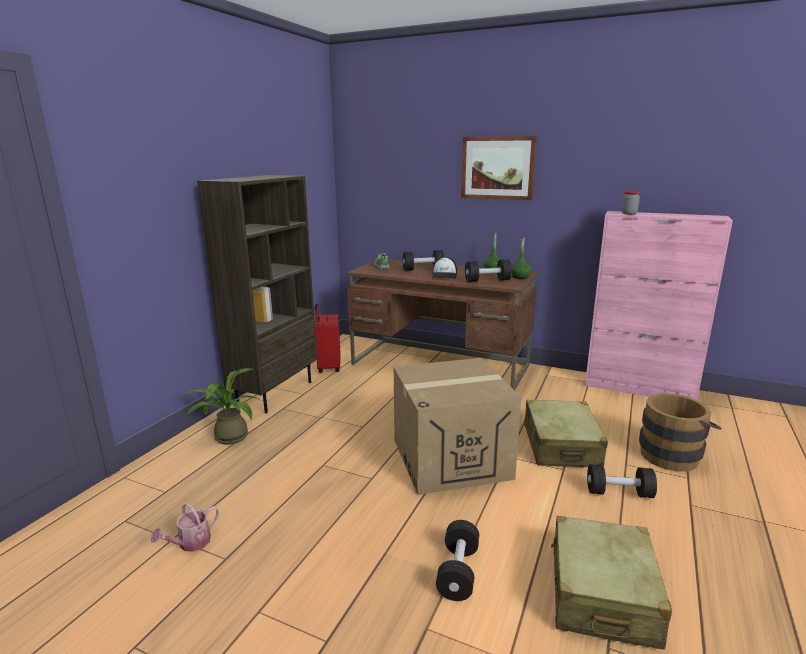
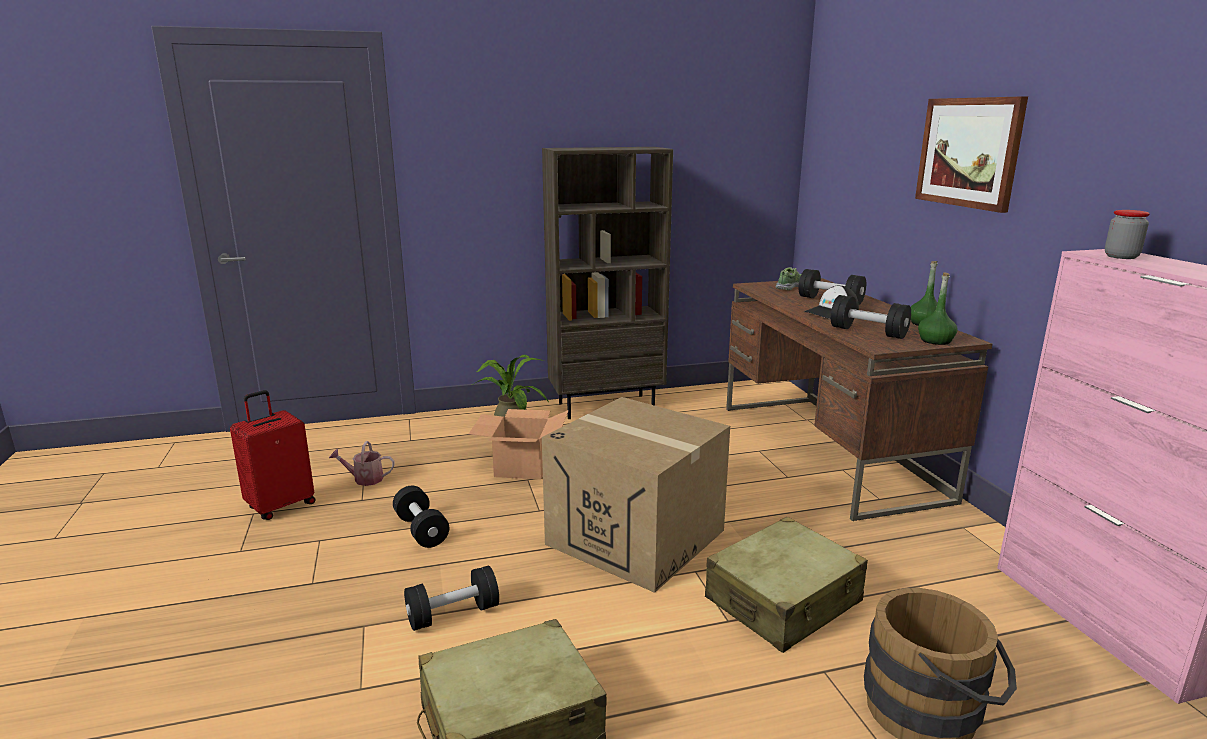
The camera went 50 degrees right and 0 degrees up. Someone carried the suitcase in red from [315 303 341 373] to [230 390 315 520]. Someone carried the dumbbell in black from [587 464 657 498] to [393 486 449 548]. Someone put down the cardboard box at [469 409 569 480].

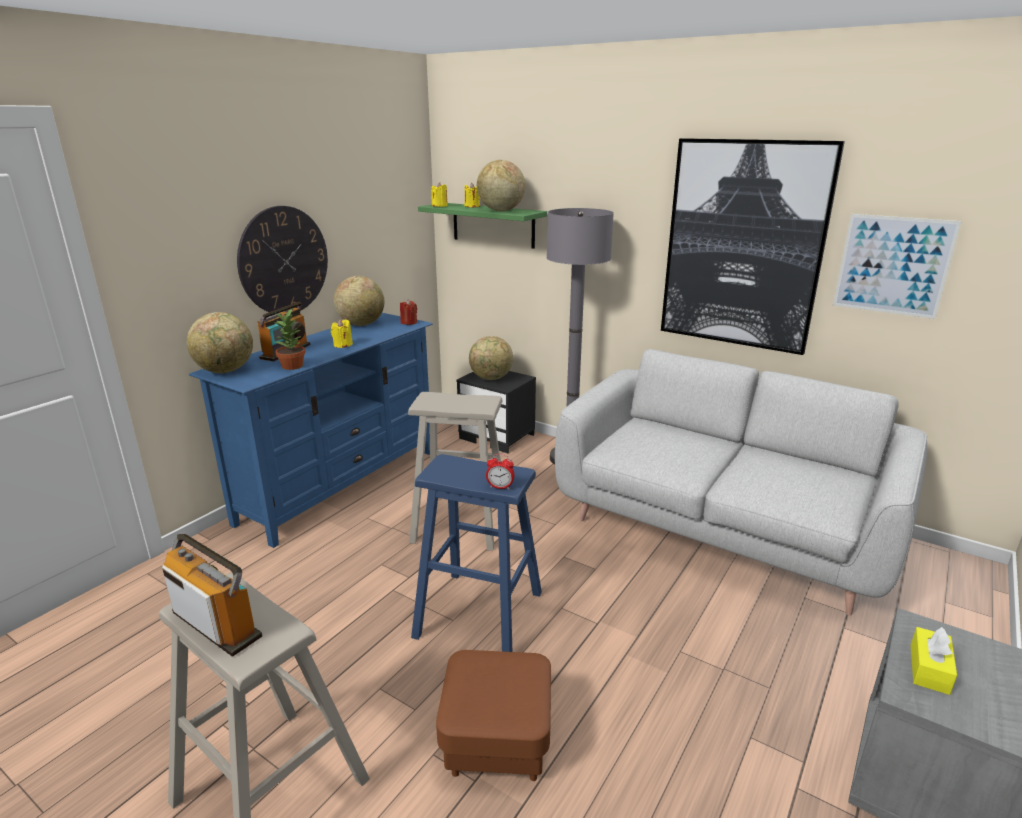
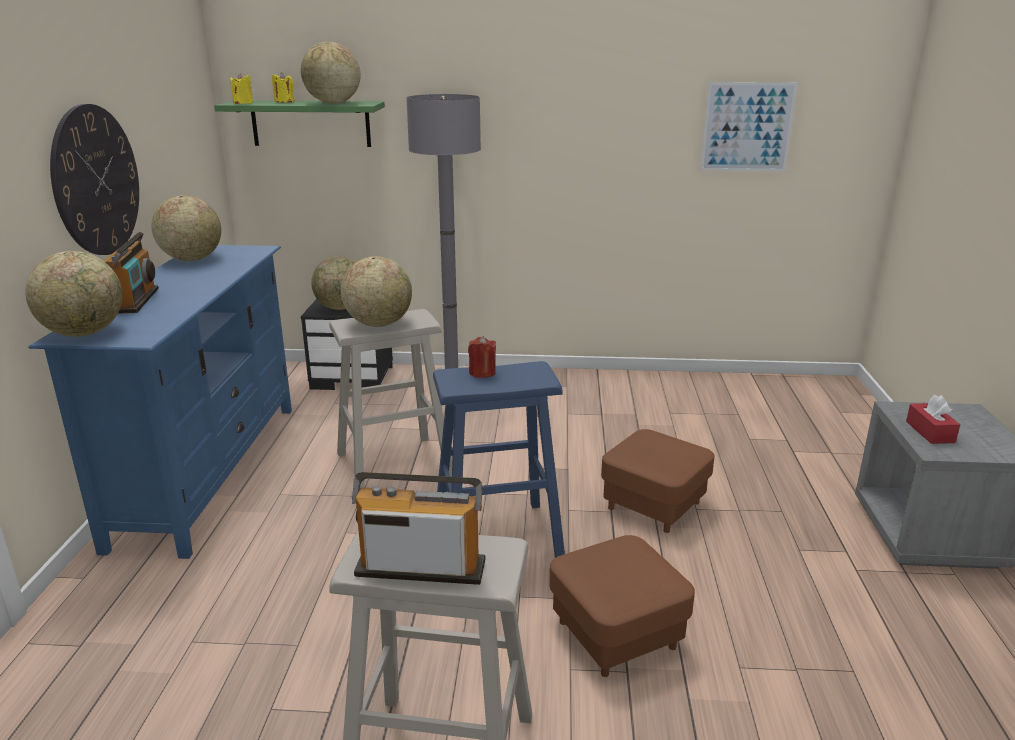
The camera went 30 degrees left and 0 degrees up. Someone took away the potted plant at [274 309 306 370]. Someone took away the candle in yellow at [331 319 353 348]. Someone carried the candle in red from [400 300 417 325] to [468 336 496 378]. Someone took away the alarm clock at [486 454 515 490]. Someone took away the sofa in grey at [555 349 927 615]. Someone took away the picture at [661 138 845 355]. Someone repainted the tissue box in yellow at [911 627 957 695], which became the tissue box in red at [906 395 960 444]. Someone put down the globe at [341 256 412 327]. Someone put down the ottoman in brown at [601 429 715 533].

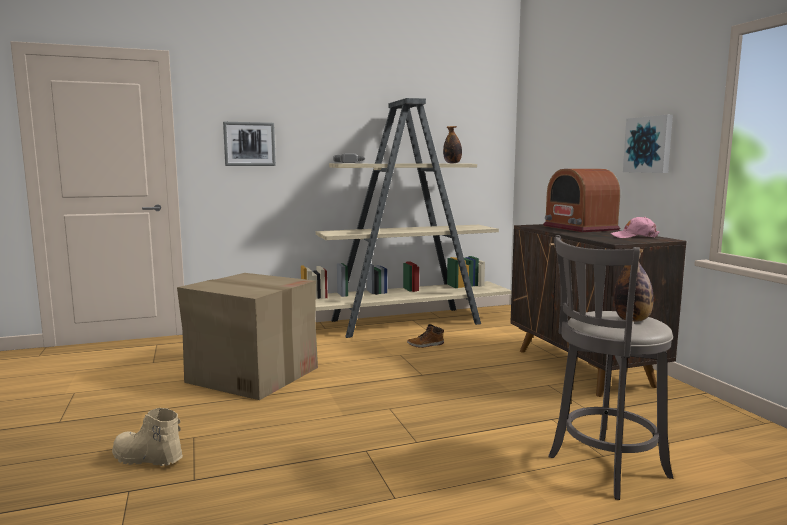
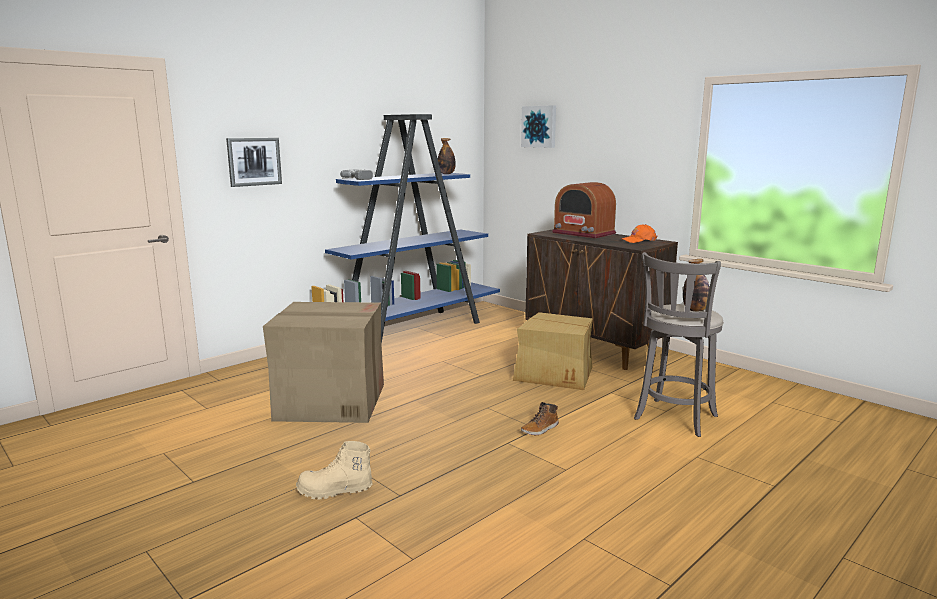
The camera went 25 degrees left and 5 degrees up. Someone repainted the bookcase in beige at [301 98 512 338], which became the bookcase in blue at [311 114 500 344]. Someone carried the boot from [407 324 444 348] to [521 402 559 435]. Someone repainted the cap in pink at [610 217 660 238], which became the cap in orange at [621 224 658 243]. Someone carried the picture from [623 115 673 173] to [521 105 556 148]. Someone put down the cardboard box at [513 312 593 390].

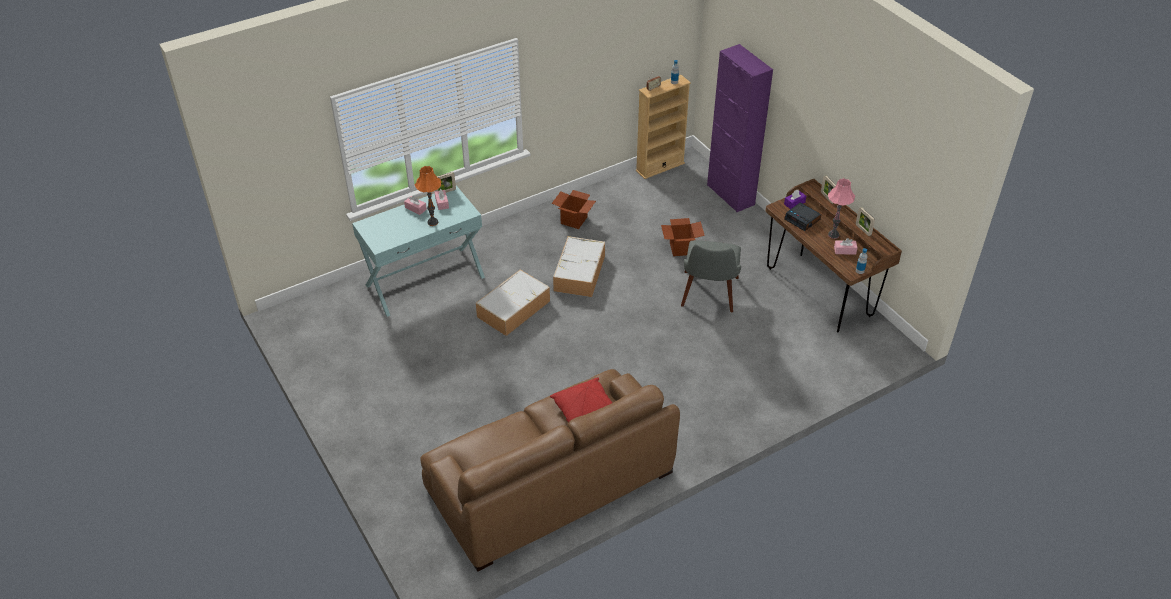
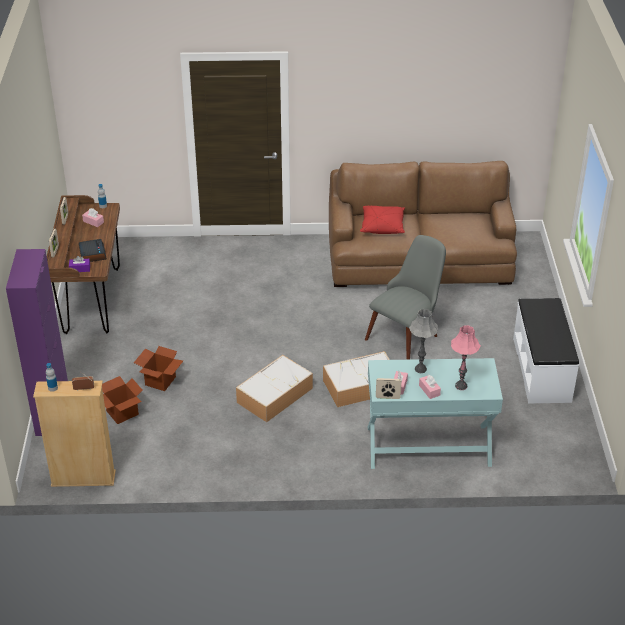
The camera went 150 degrees left and 5 degrees down. Someone repainted the table lamp in orange at [415 166 441 226], which became the table lamp in grey at [409 309 438 373]. Someone carried the cardboard box from [552 190 596 229] to [102 376 143 424]. Someone carried the chair in grey from [681 240 741 312] to [365 235 446 360]. Someone carried the table lamp in pink from [828 178 855 239] to [451 325 481 390]. Someone put down the bench in white at [513 298 579 403].

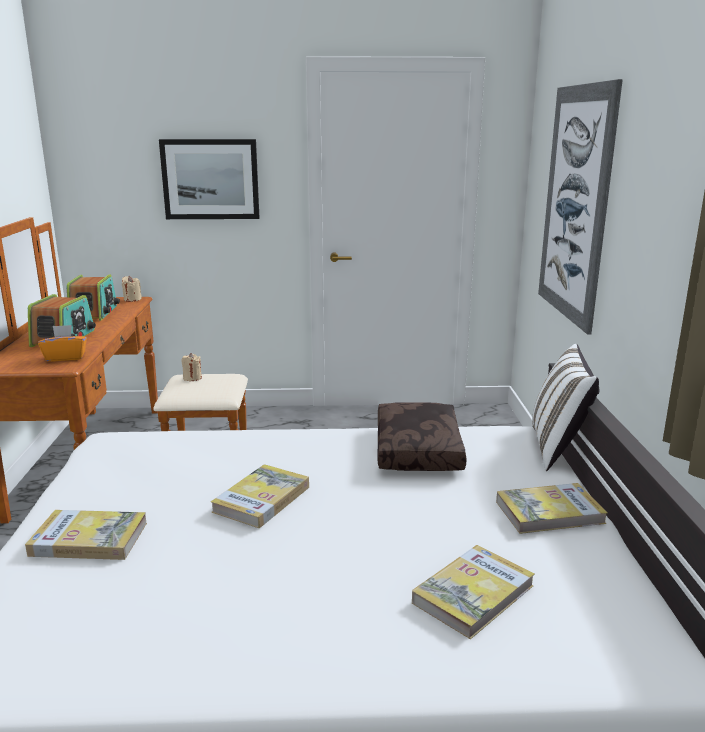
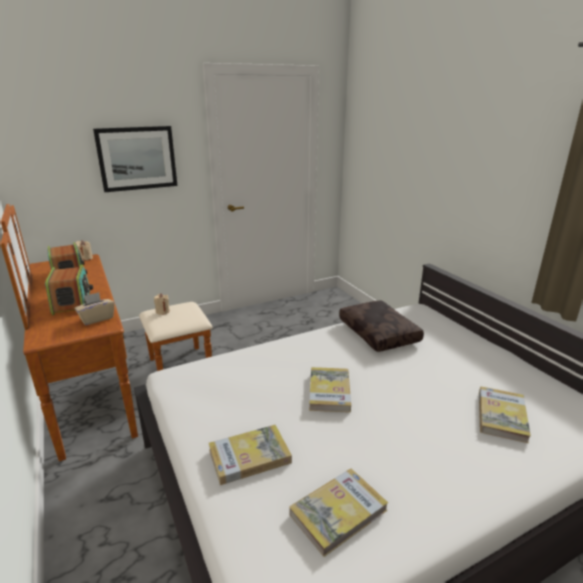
The camera went 25 degrees left and 5 degrees up. Someone repainted the tissue box in orange at [38 325 87 362], which became the tissue box in beige at [75 292 115 325]. Someone carried the book from [496 483 608 534] to [289 468 388 557]. Someone took away the pillow in white at [532 344 600 471]. Someone took away the picture at [538 79 623 334].

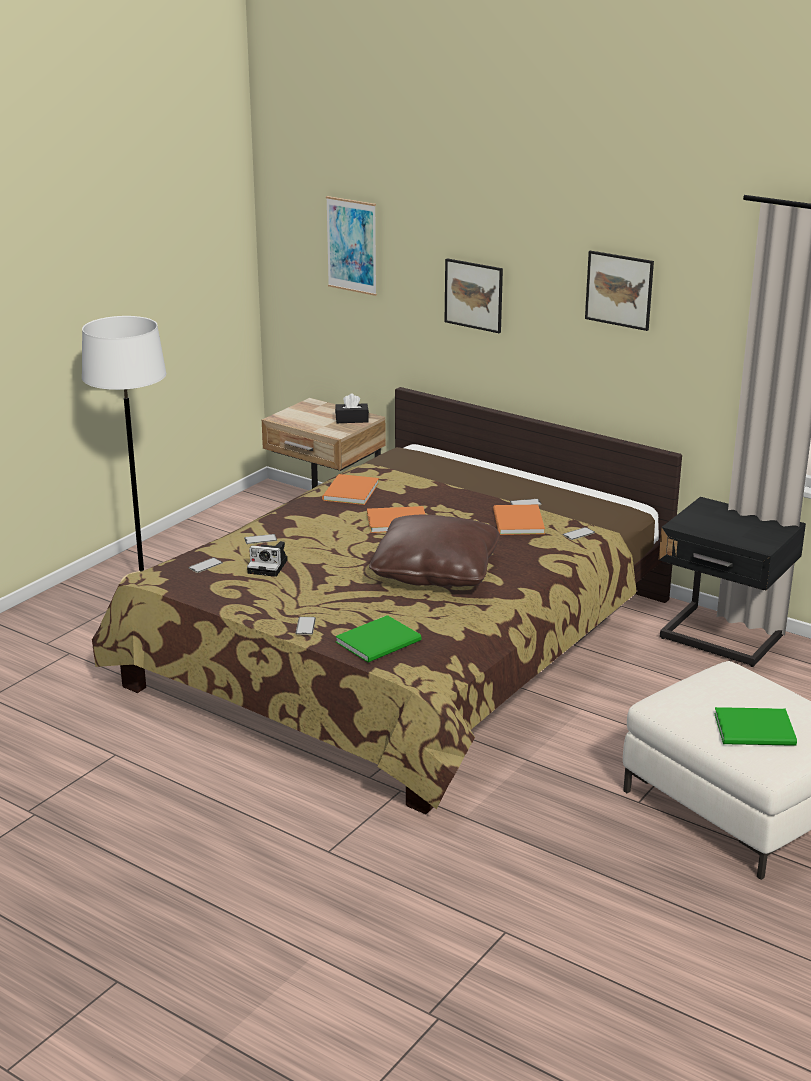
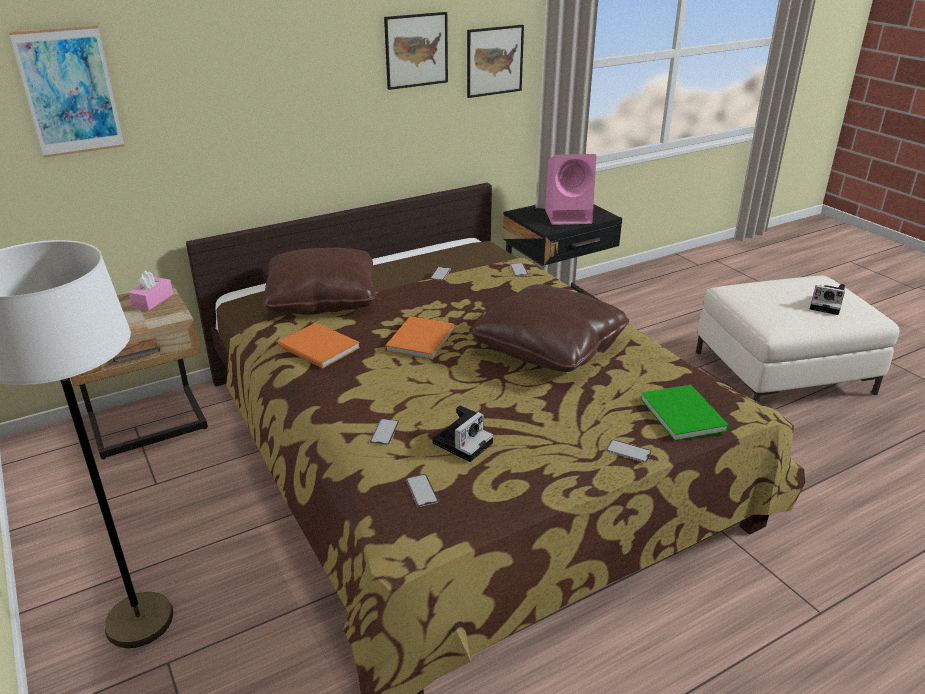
The camera went 65 degrees left and 5 degrees up. Someone repainted the tissue box in black at [335 394 369 423], which became the tissue box in pink at [129 271 173 311]. Someone carried the picture from [445 258 503 333] to [467 25 524 98]. Someone took away the book in orange at [493 505 545 535]. Someone swapped the book in green at [714 707 797 746] for the photo camera at [810 284 845 315]. Someone put down the pillow in brown at [262 248 376 315]. Someone put down the speaker in pink at [545 154 596 225].

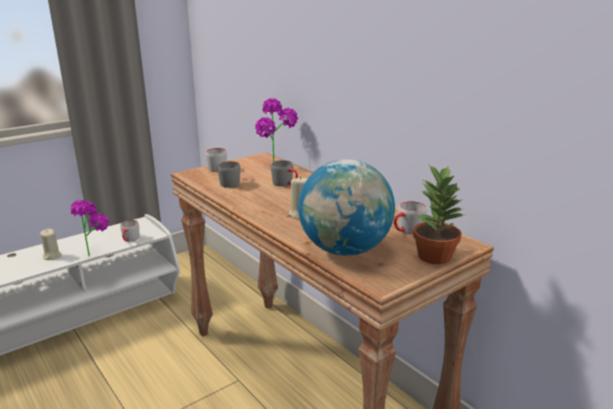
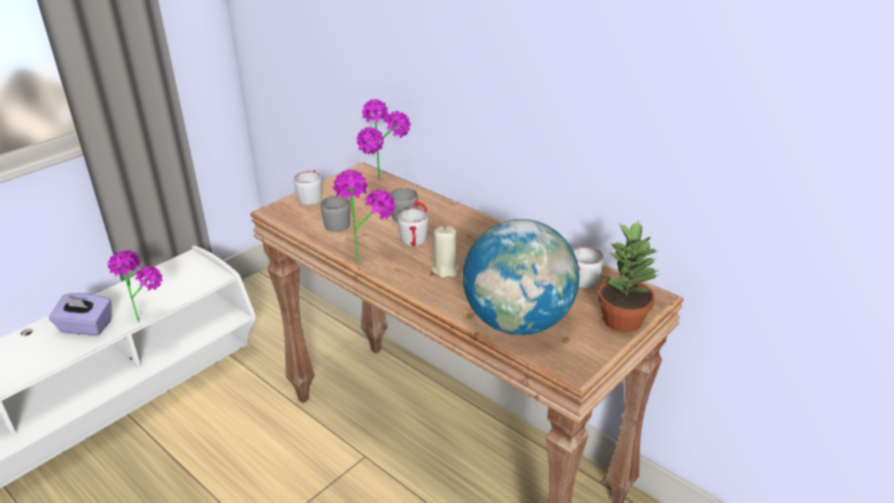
The camera went 10 degrees left and 10 degrees up. Someone swapped the candle in beige at [40 229 61 260] for the tissue box in purple at [49 293 112 336]. Someone carried the mug in grey from [120 220 139 242] to [398 208 429 247]. Someone put down the potted plant at [333 170 395 262].

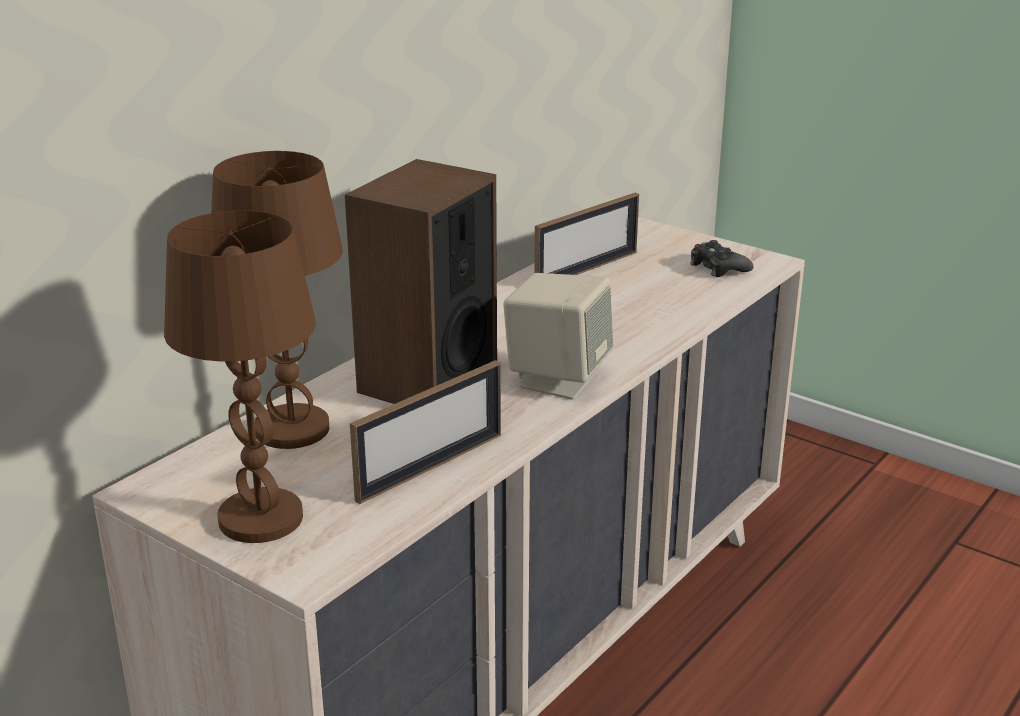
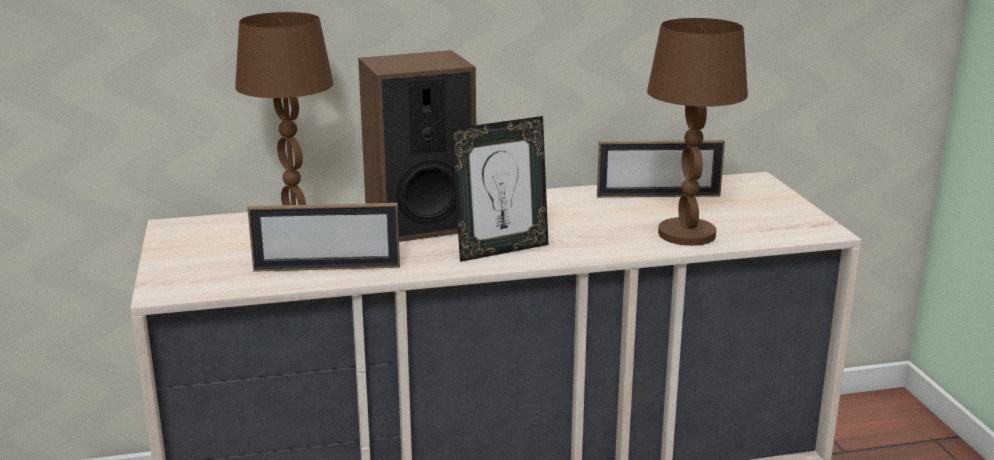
The camera went 40 degrees right and 5 degrees down. Someone carried the table lamp in brown from [164 210 316 543] to [647 18 748 246]. Someone swapped the speaker in beige at [503 273 613 400] for the picture frame at [451 116 548 262]. Someone took away the game controller in black at [690 240 753 277].

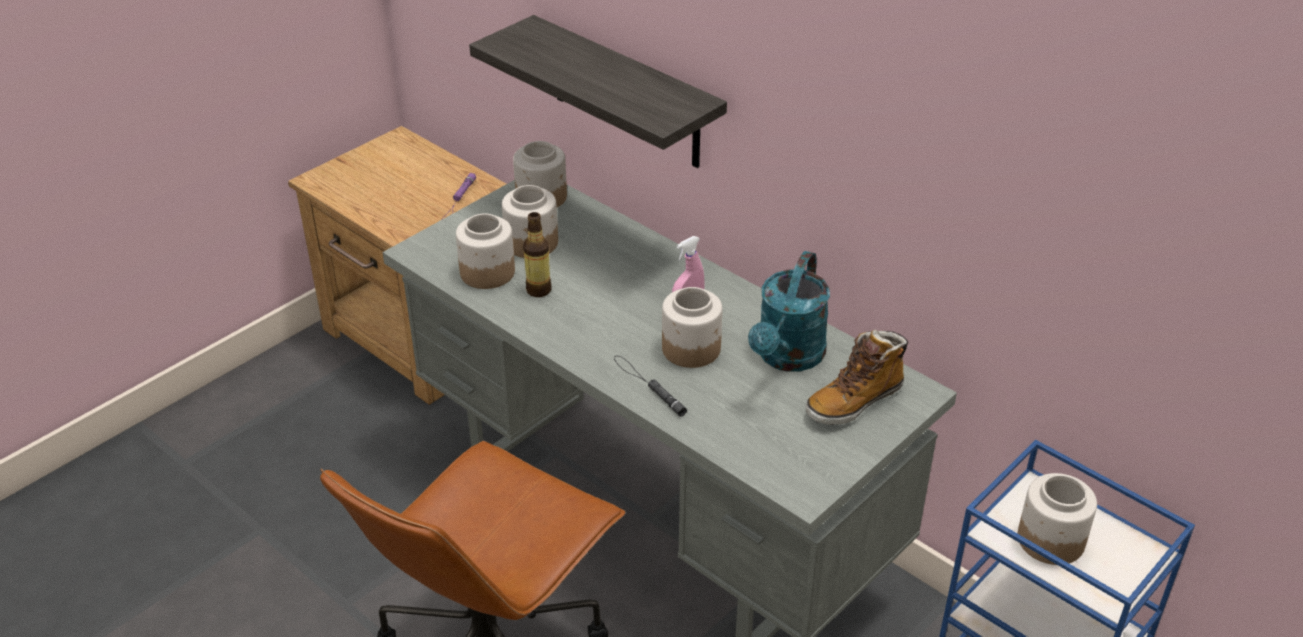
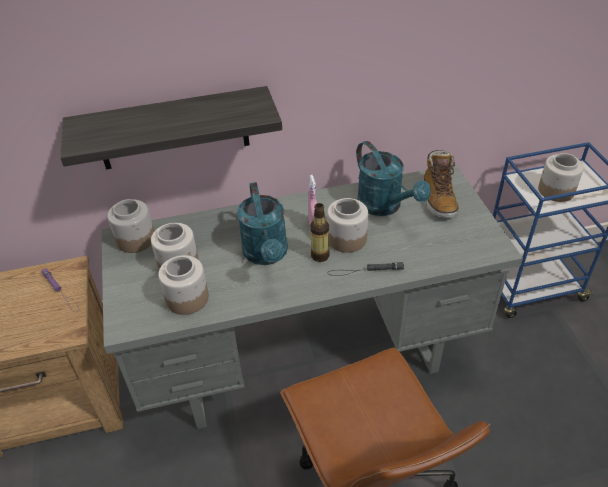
The camera went 55 degrees left and 5 degrees up. Someone carried the bottle from [523 212 552 297] to [310 203 330 262]. Someone put down the watering can in turquoise at [237 182 288 265].

